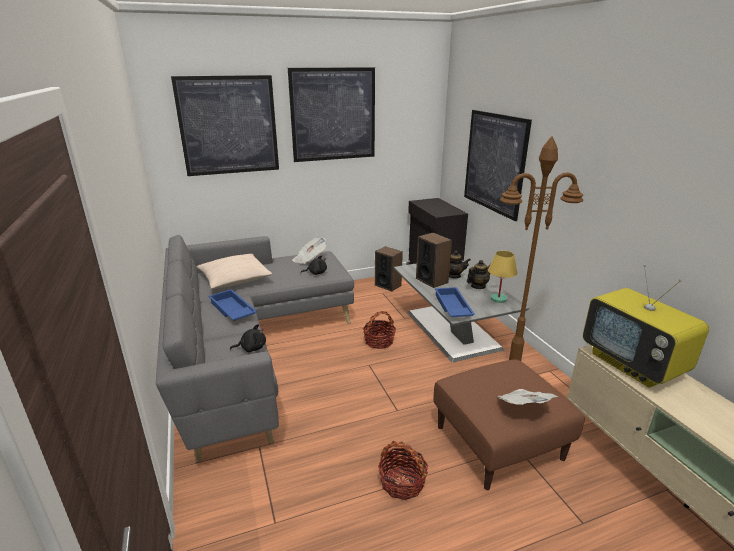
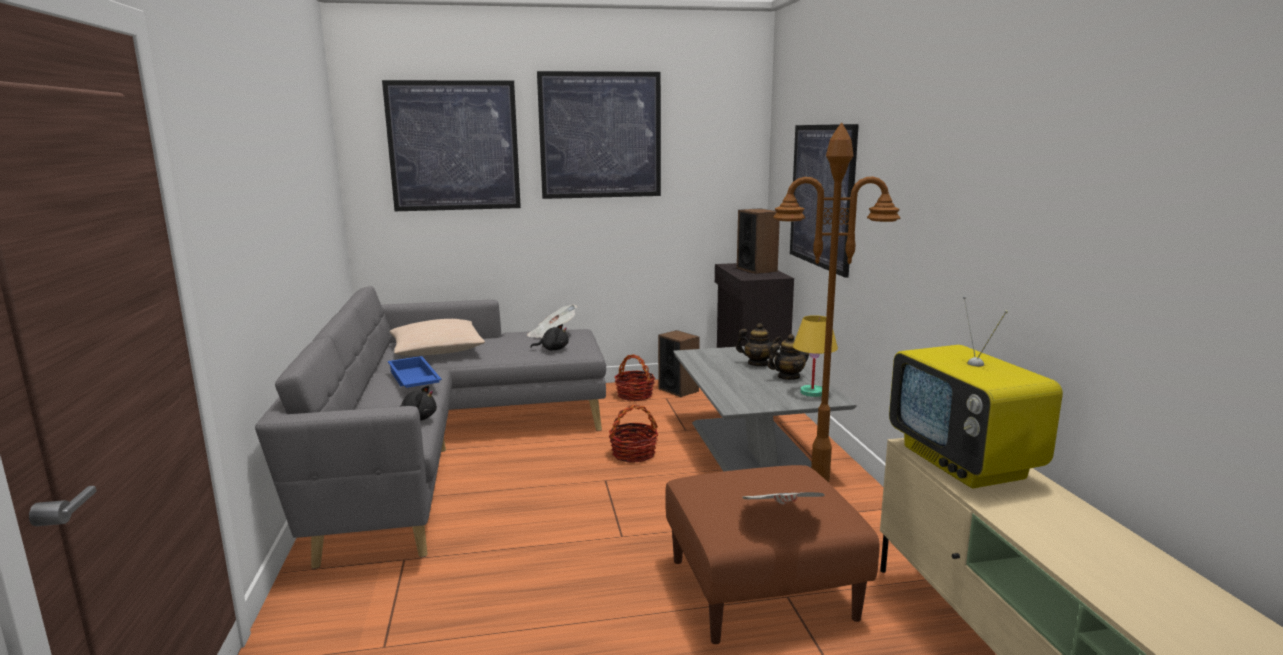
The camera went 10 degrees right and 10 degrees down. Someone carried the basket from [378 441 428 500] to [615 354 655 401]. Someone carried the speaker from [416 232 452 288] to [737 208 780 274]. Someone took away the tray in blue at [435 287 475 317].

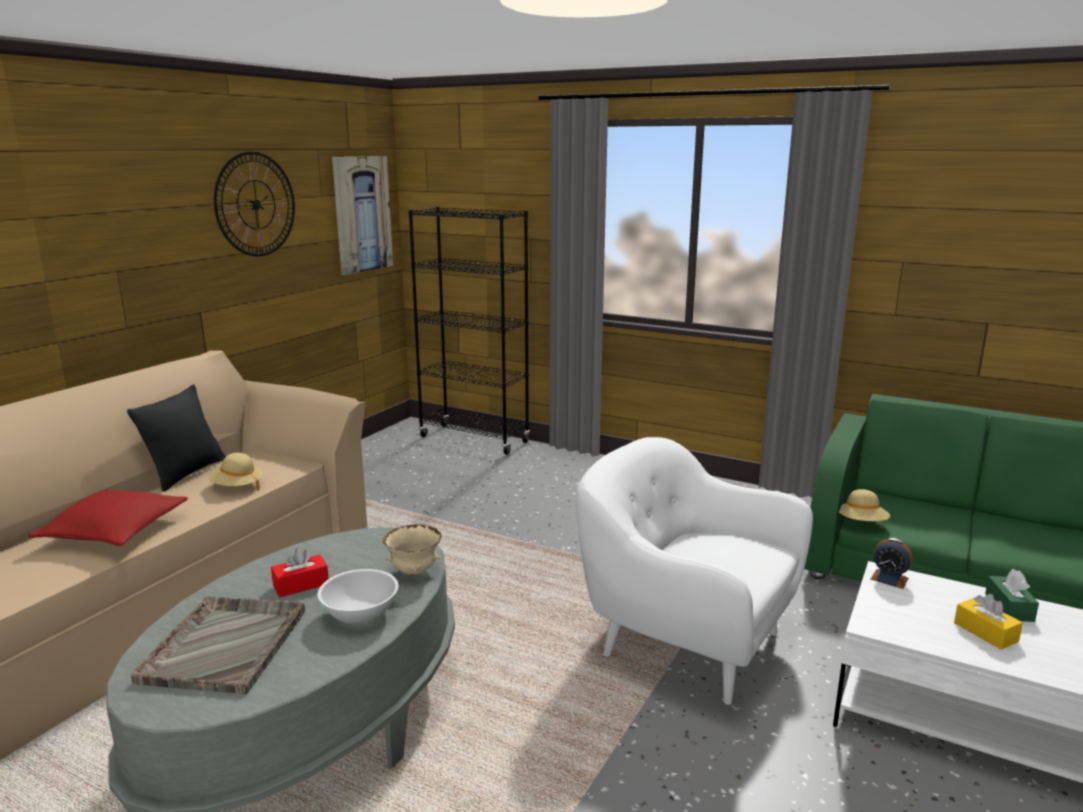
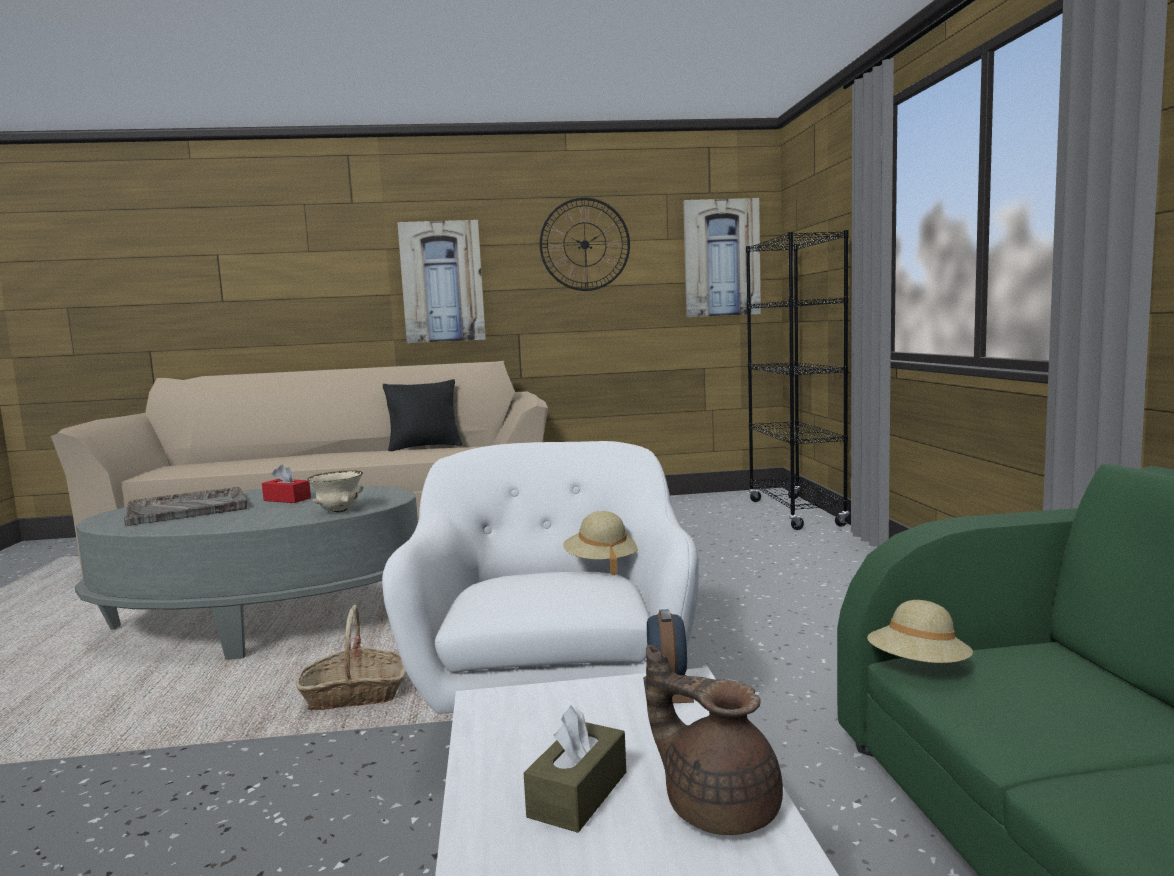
The camera went 55 degrees right and 10 degrees down. Someone took away the pillow in red at [28 490 188 546]. Someone carried the hat in beige from [208 453 263 491] to [563 511 638 575]. Someone took away the bowl in white at [318 569 398 624]. Someone repainted the tissue box in yellow at [954 594 1023 650], which became the tissue box in brown at [524 705 626 833]. Someone swapped the tissue box in green at [985 569 1039 622] for the teapot in brown at [646 645 783 835]. Someone put down the basket at [296 605 406 710]. Someone put up the picture at [397 220 486 343].

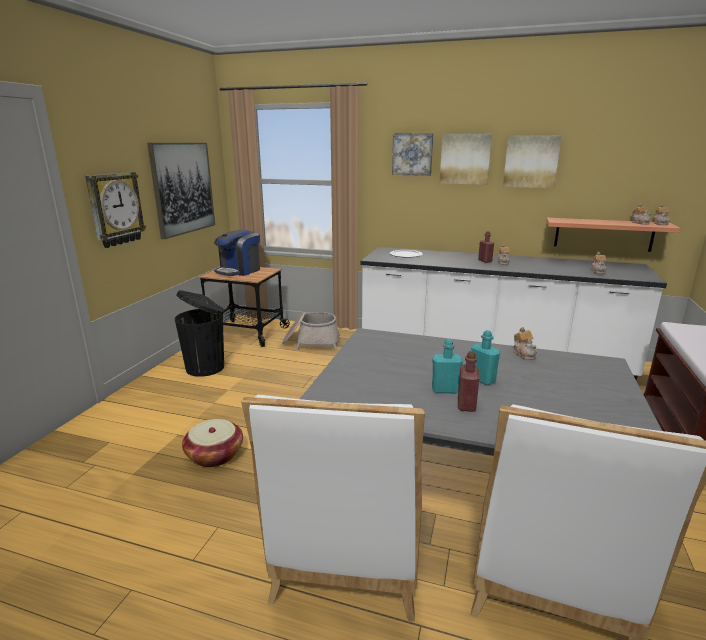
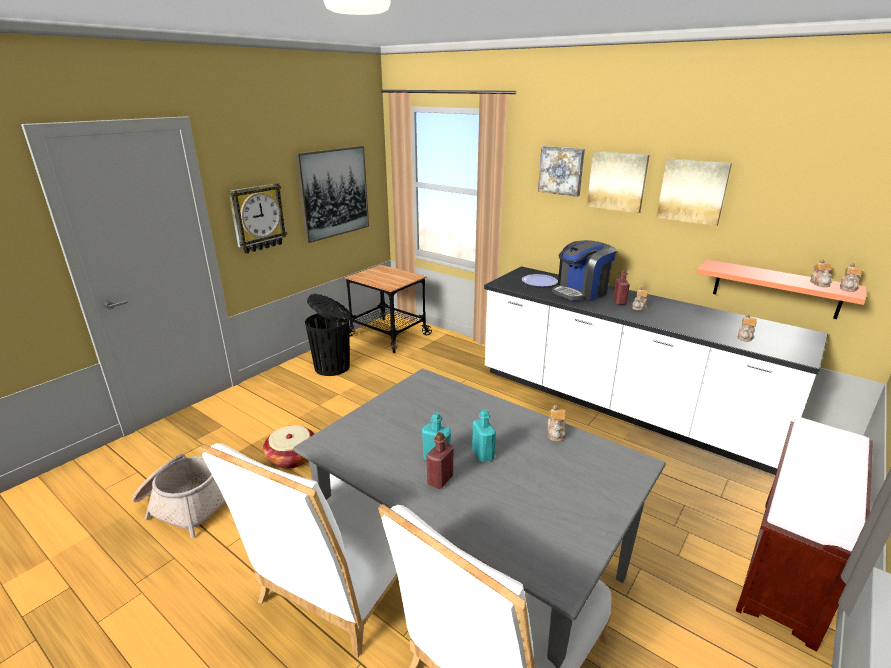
The camera went 20 degrees right and 5 degrees up. Someone carried the coffee machine from [214 230 260 276] to [552 240 617 301]. Someone carried the basket from [282 312 340 351] to [132 454 226 538].

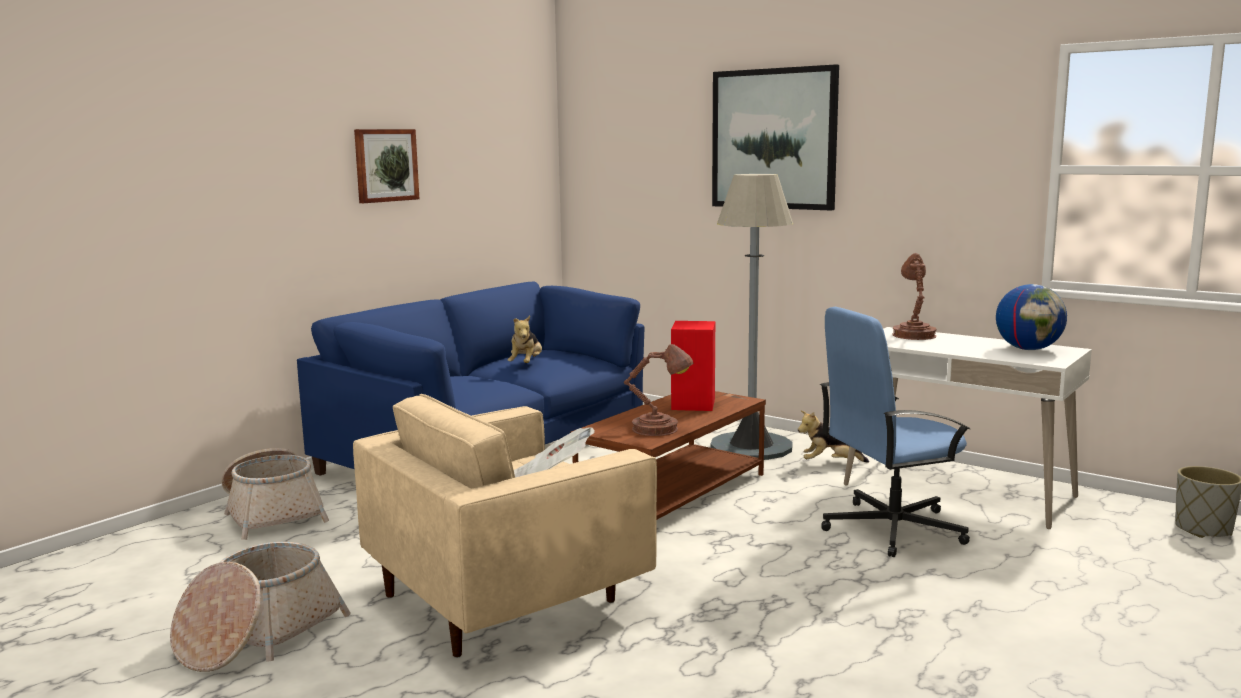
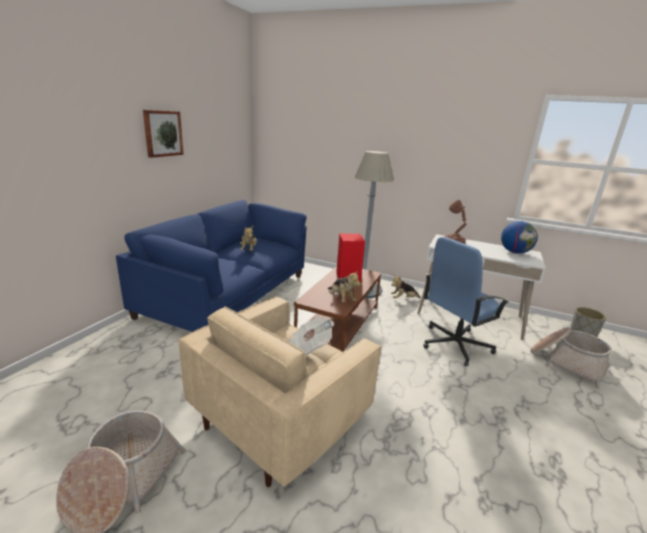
The camera went 15 degrees left and 10 degrees up. Someone carried the basket from [221 448 329 540] to [530 327 611 389]. Someone swapped the table lamp in brown at [624 344 693 436] for the plush toy at [328 270 361 302]. Someone took away the picture at [712 64 839 211].

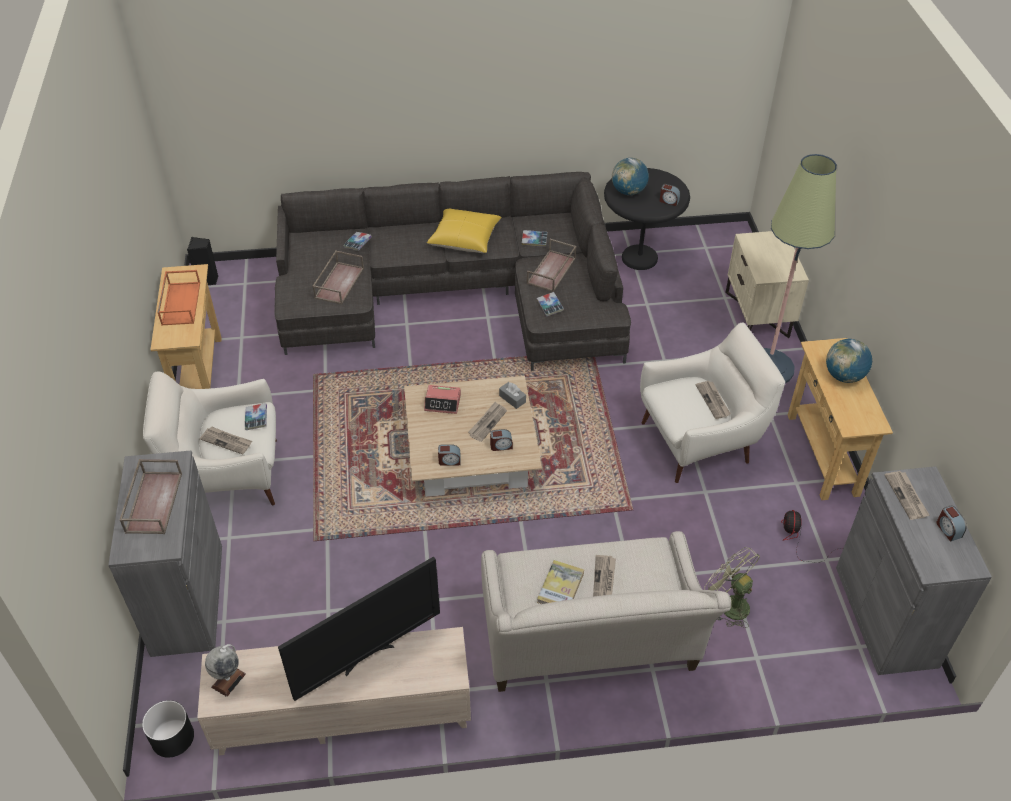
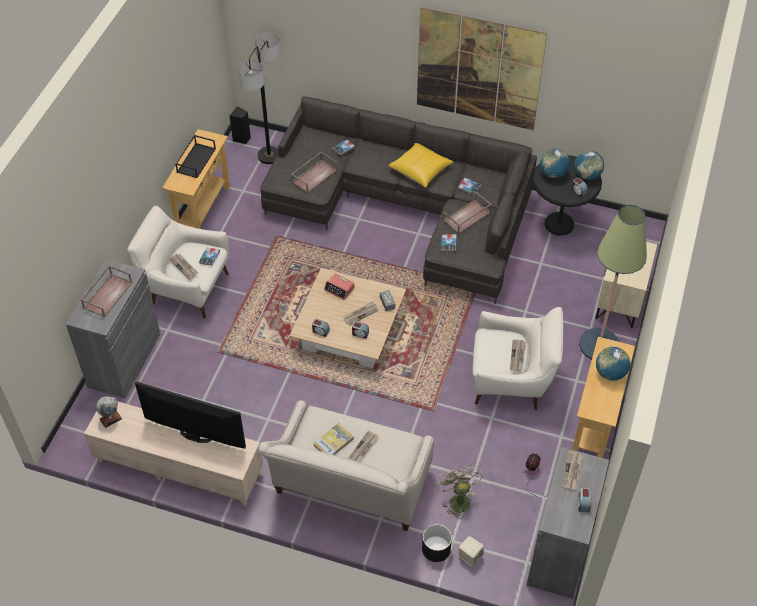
The camera went 25 degrees right and 5 degrees up. Someone carried the planter in black from [142 700 194 758] to [422 524 452 562]. Someone repainted the tray in orange at [157 270 200 326], which became the tray in black at [175 135 216 178]. Someone rotated the television at [278 556 440 701] by 150 degrees counterclockwise. Someone put down the floor lamp at [238 32 281 164]. Someone put up the picture at [417 7 547 130]. Someone put down the speaker in beige at [459 536 484 566]. Someone put down the globe at [574 150 604 180].

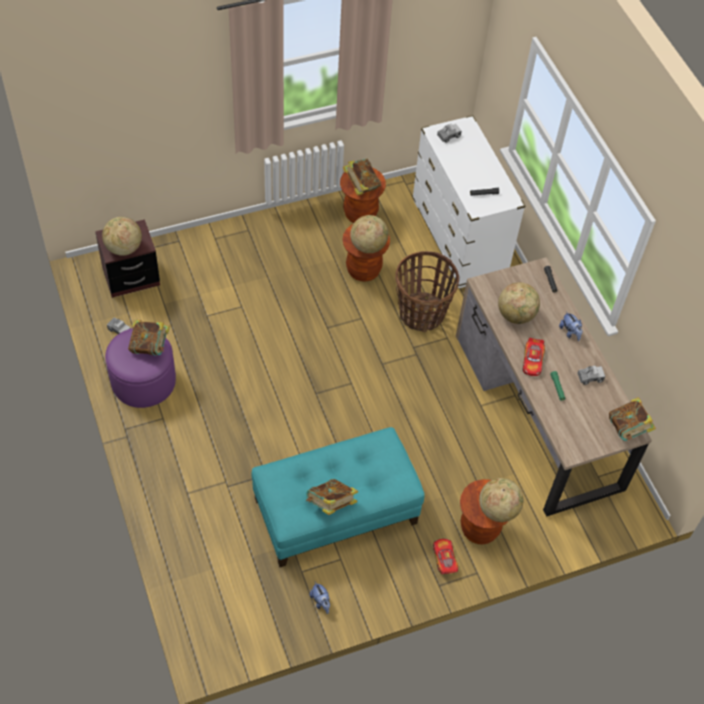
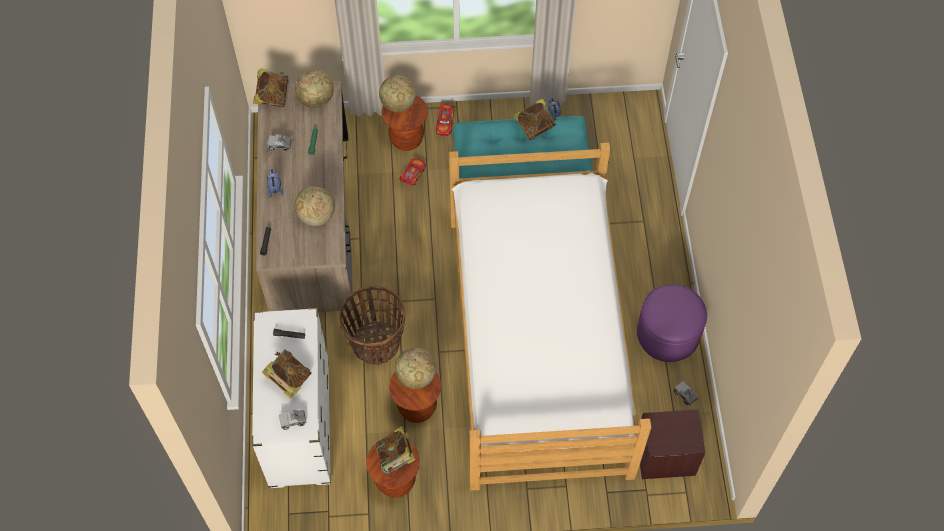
The camera went 160 degrees left and 5 degrees up. Someone carried the globe from [102 217 142 256] to [295 70 334 108]. Someone carried the book from [128 320 170 356] to [261 349 312 399]. Someone carried the toy car from [522 338 545 376] to [399 158 426 186]. Someone put down the bed at [449 143 652 491].

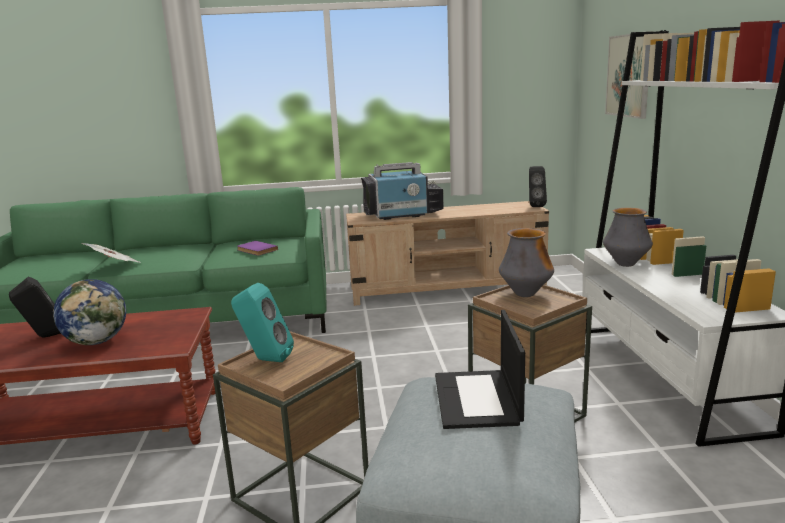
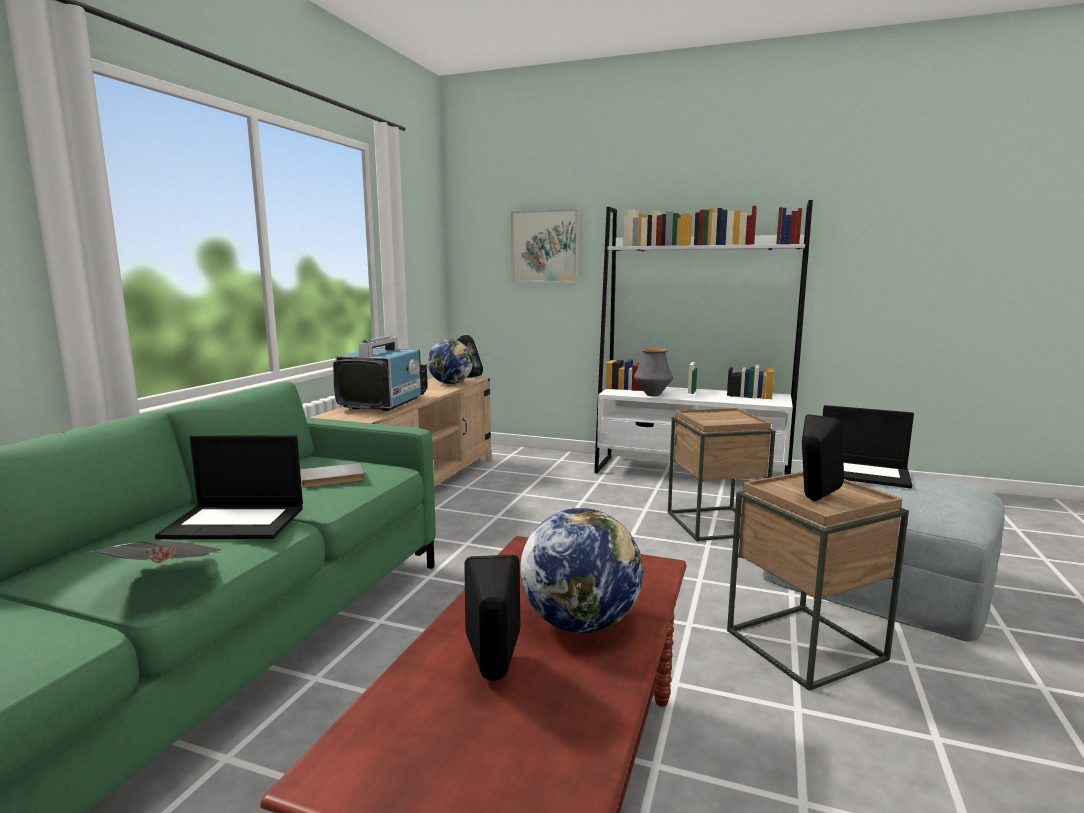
The camera went 65 degrees left and 5 degrees down. Someone repainted the speaker in turquoise at [231 283 294 362], which became the speaker in black at [802 414 844 501]. Someone repainted the book in purple at [237 241 278 256], which became the book in grey at [300 463 365 488]. Someone took away the vase at [499 228 554 297]. Someone put down the laptop at [155 435 303 539]. Someone put down the globe at [427 339 473 384].

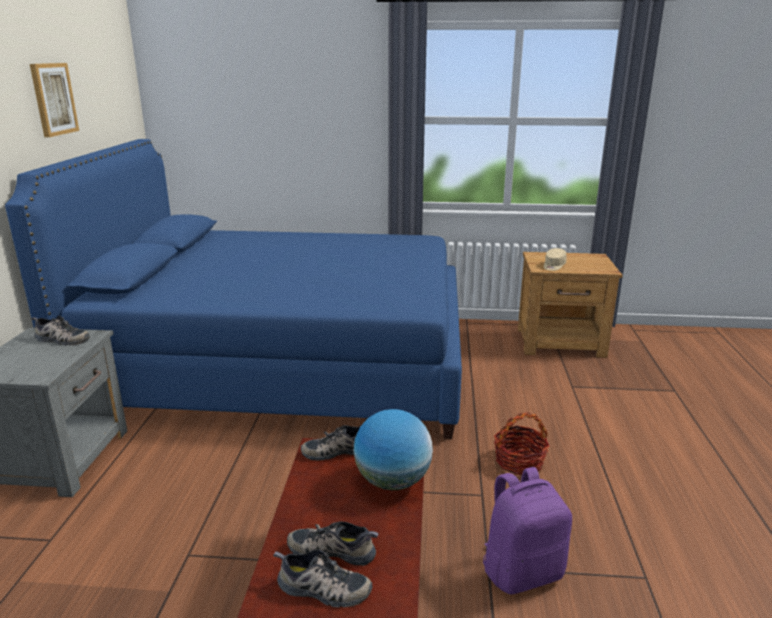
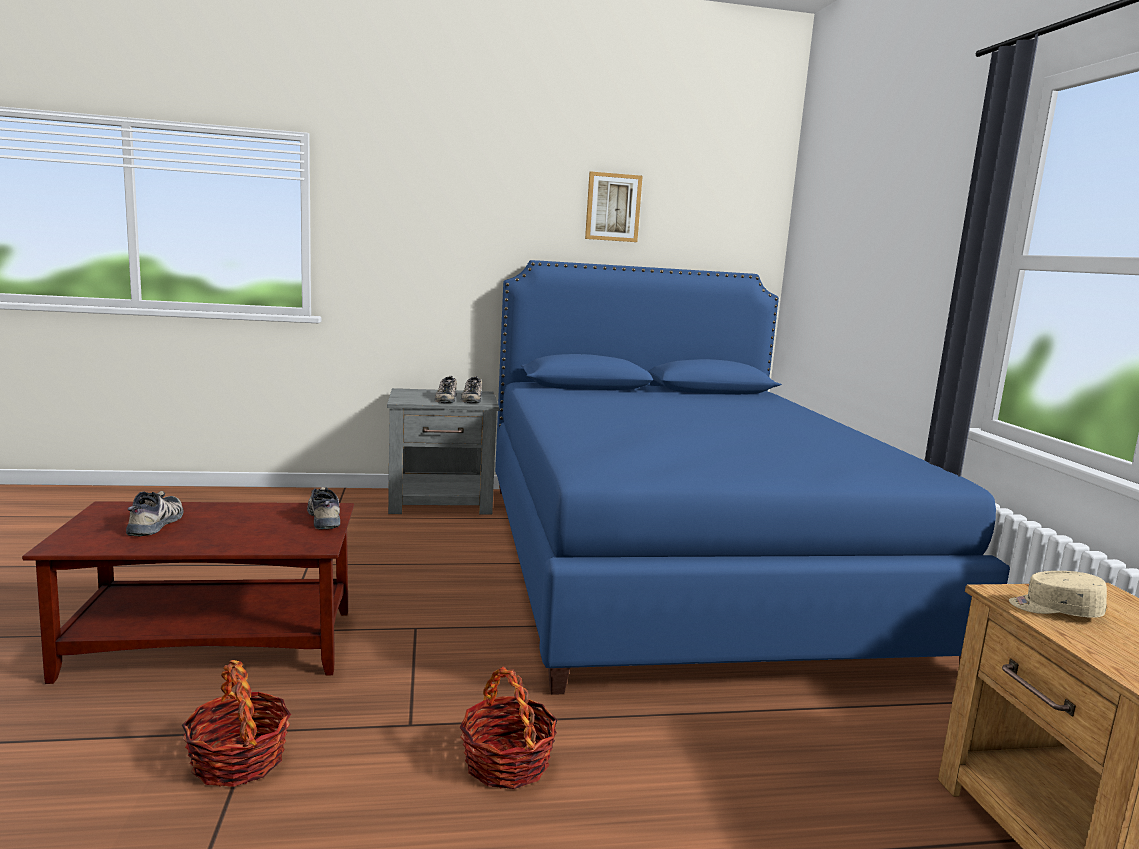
The camera went 75 degrees right and 10 degrees down. Someone carried the shoe from [273 549 372 608] to [435 376 457 403]. Someone took away the globe at [353 409 433 490]. Someone swapped the backpack in purple at [483 467 572 594] for the basket at [182 660 291 787].

